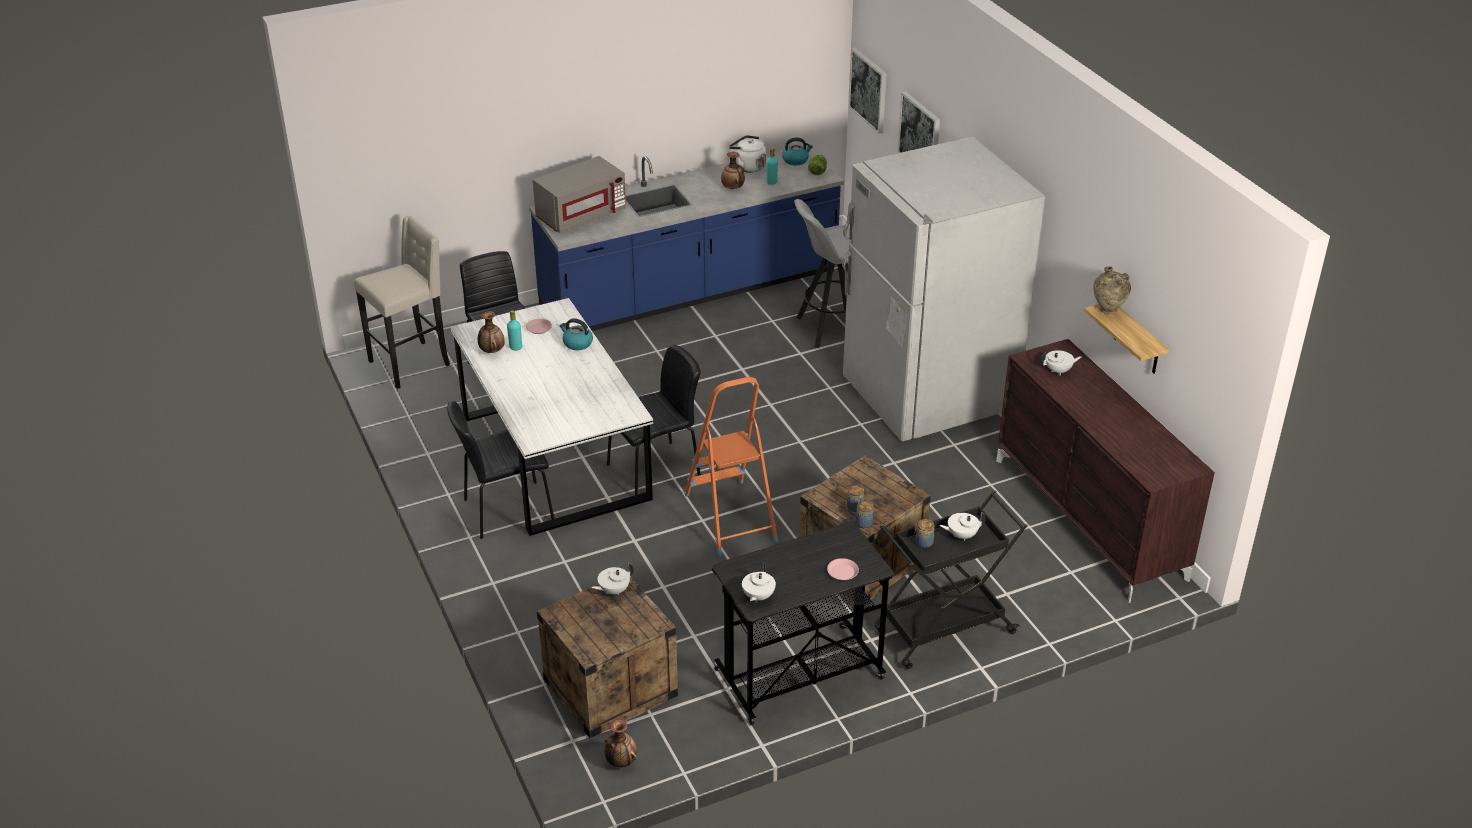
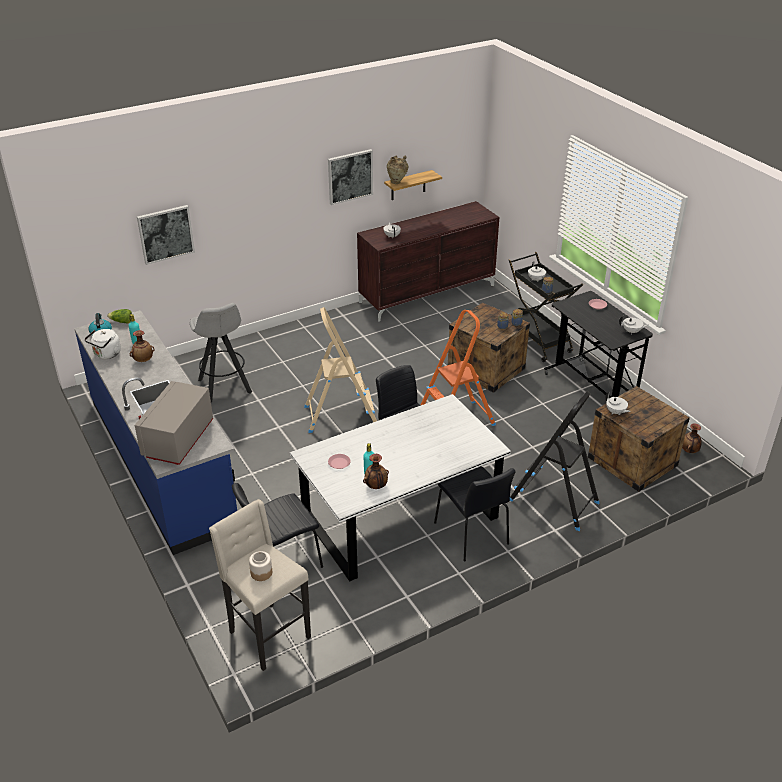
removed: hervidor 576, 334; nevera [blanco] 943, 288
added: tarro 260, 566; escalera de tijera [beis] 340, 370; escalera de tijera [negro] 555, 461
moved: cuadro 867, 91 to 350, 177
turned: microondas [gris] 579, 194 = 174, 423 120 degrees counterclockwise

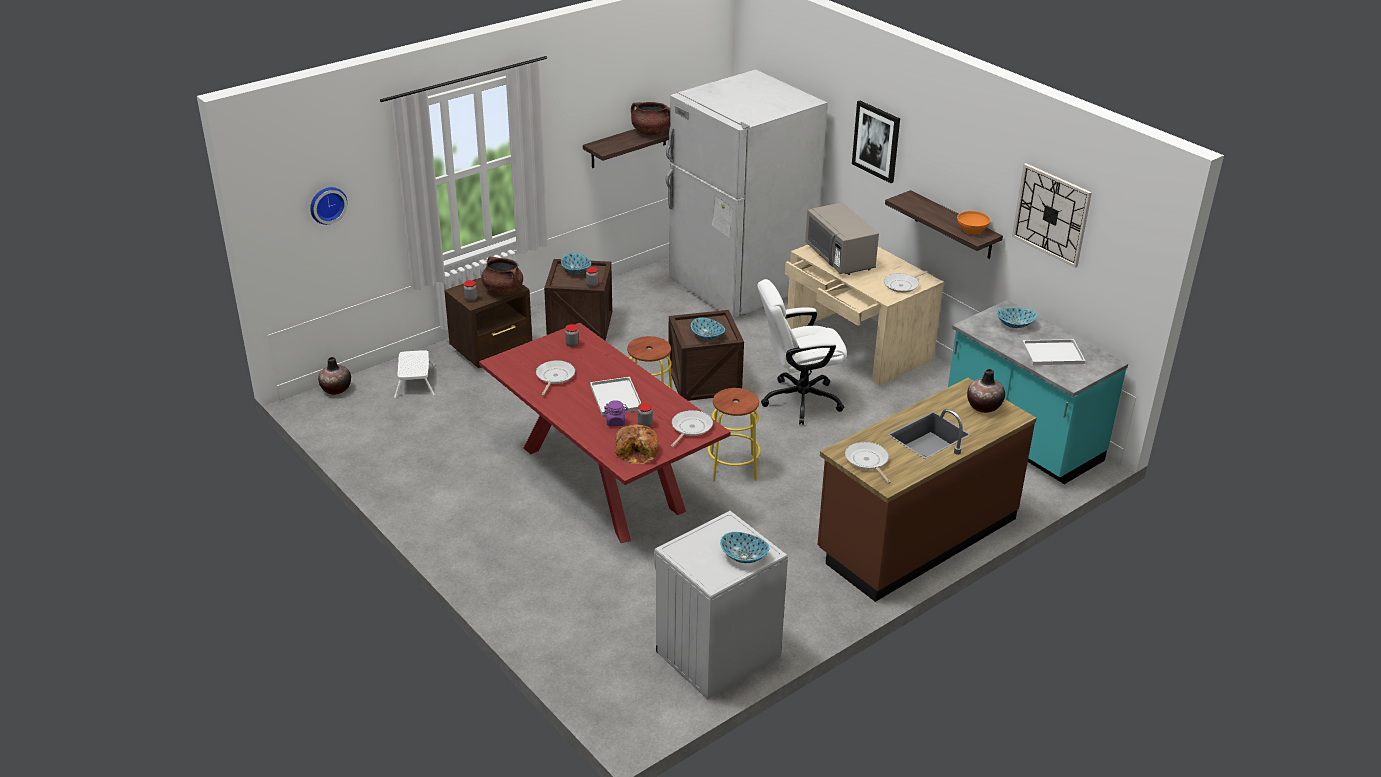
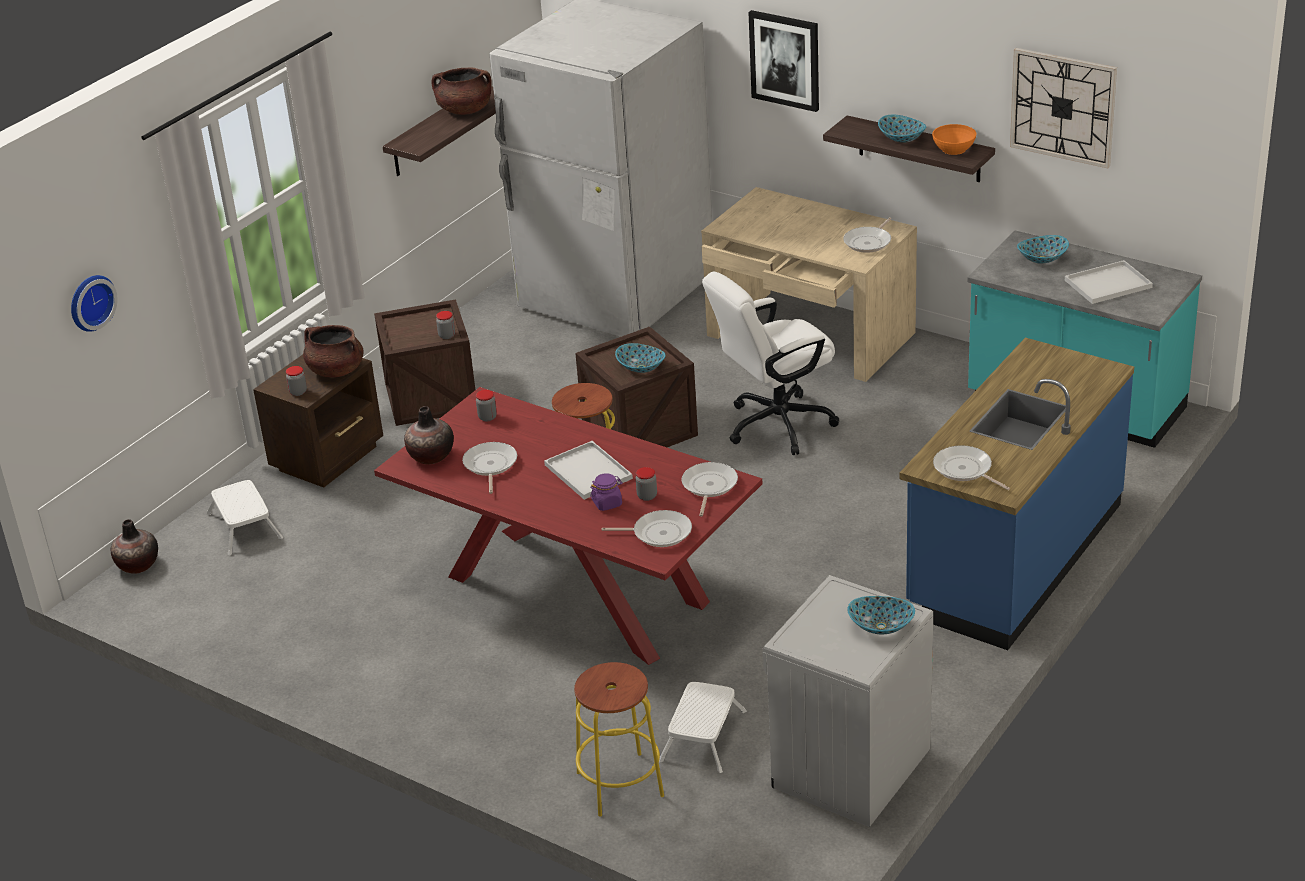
removed: microondas [gris] 842, 239
added: escalera de tijera [blanco] 703, 727
moved: florero 986, 391 to 429, 435; taburete [amarillo] 734, 434 to 619, 739; cuenco 576, 263 to 902, 129
replaced: pan 636, 444 to sartén 647, 528
recoloured: mueble bajo de cocina [marrón] 927, 490 to mueble bajo de cocina [azul] 1016, 494

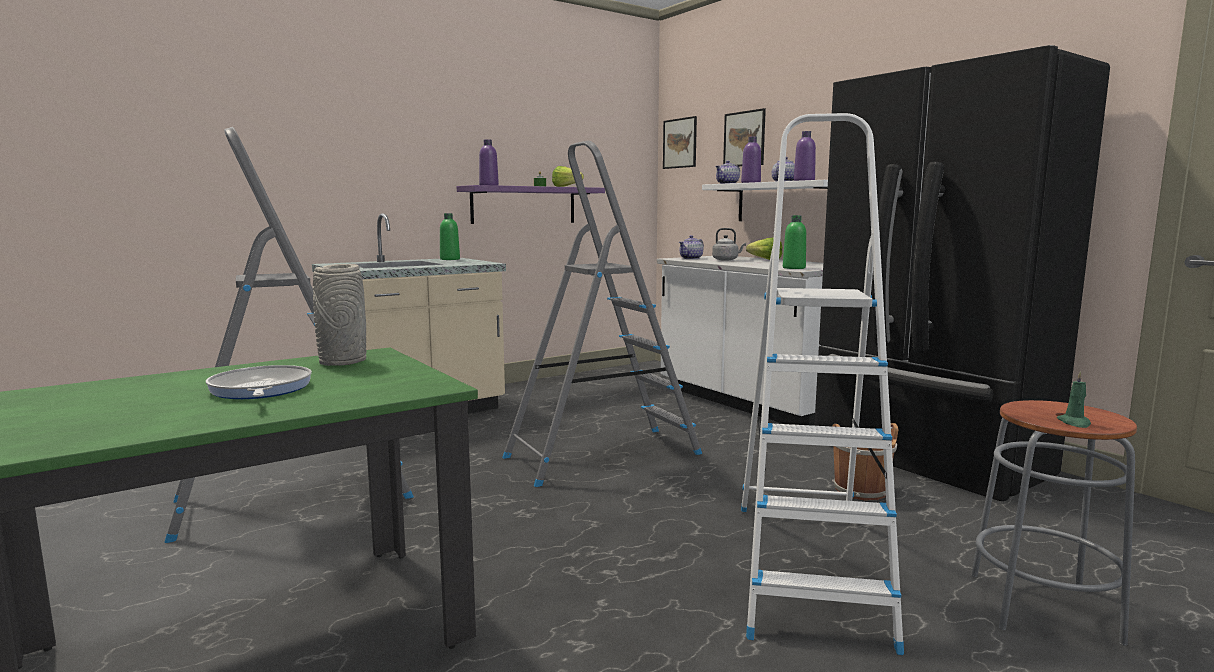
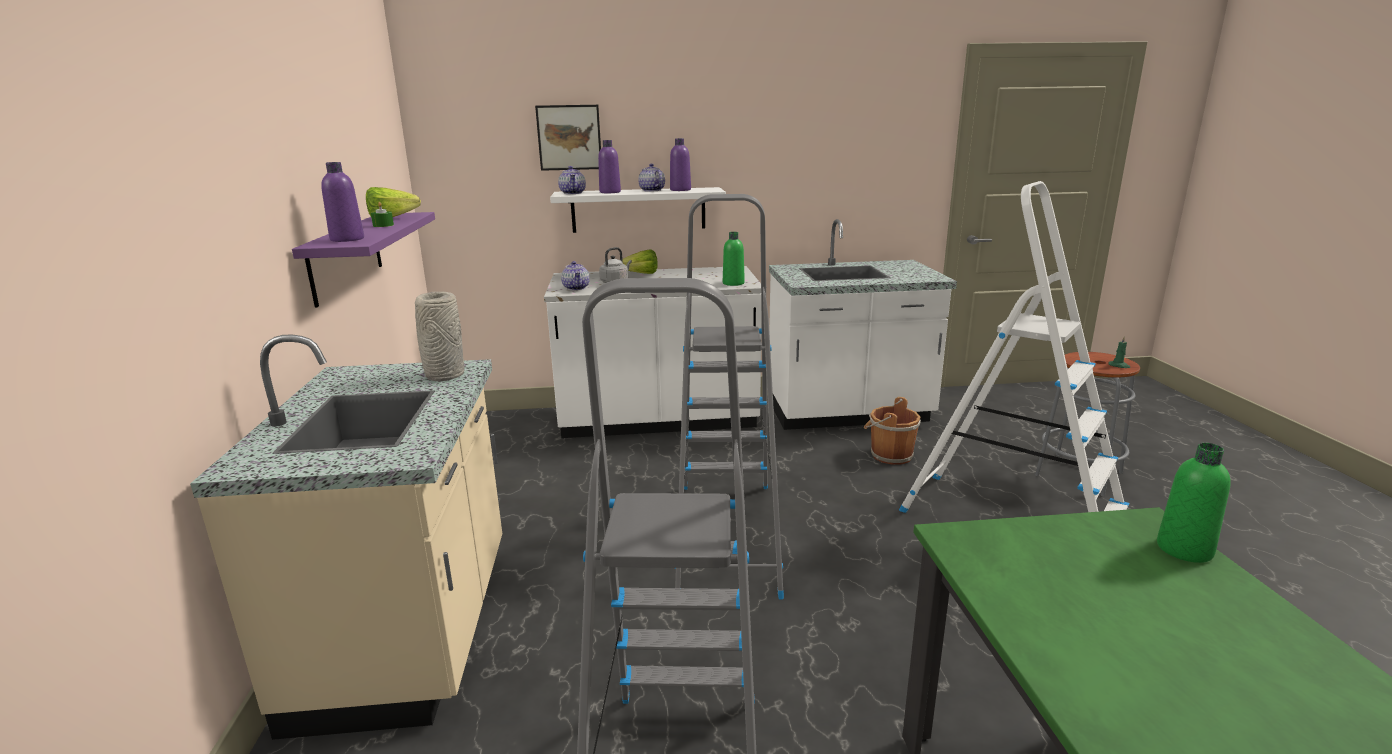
removed: sartén 259, 382; cuadro 680, 142
moved: florero [gris] 339, 315 to 439, 336; botella [verde] 450, 236 to 1193, 503
replaced: nevera [negro] 962, 273 to mueble bajo de cocina [blanco] 863, 324

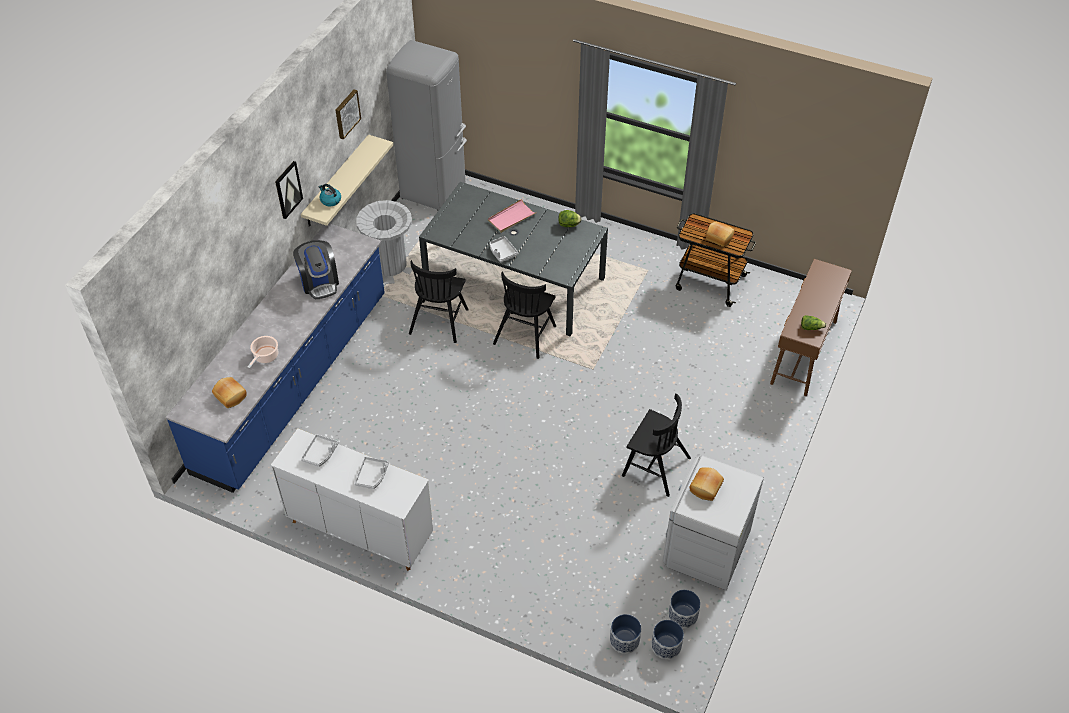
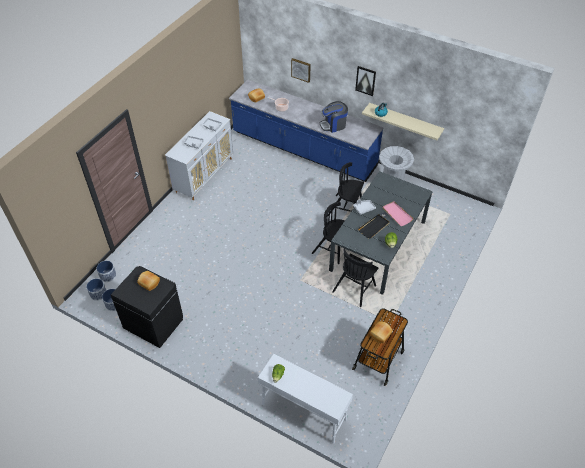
removed: nevera [gris] 426, 125
added: bandeja [negro] 374, 226
moved: cuadro 348, 114 to 301, 70; silla [negro] 656, 445 to 355, 277
recoloured: lavadora [blanco] 713, 523 to lavadora [negro] 147, 307; mesa consola [marrón] 811, 327 to mesa consola [blanco] 305, 399

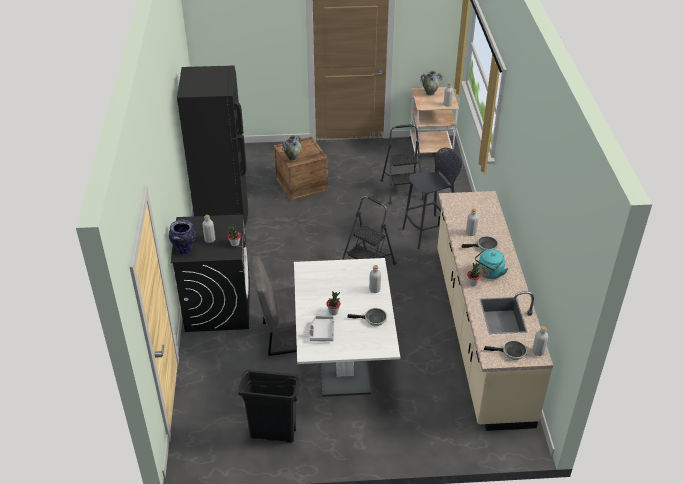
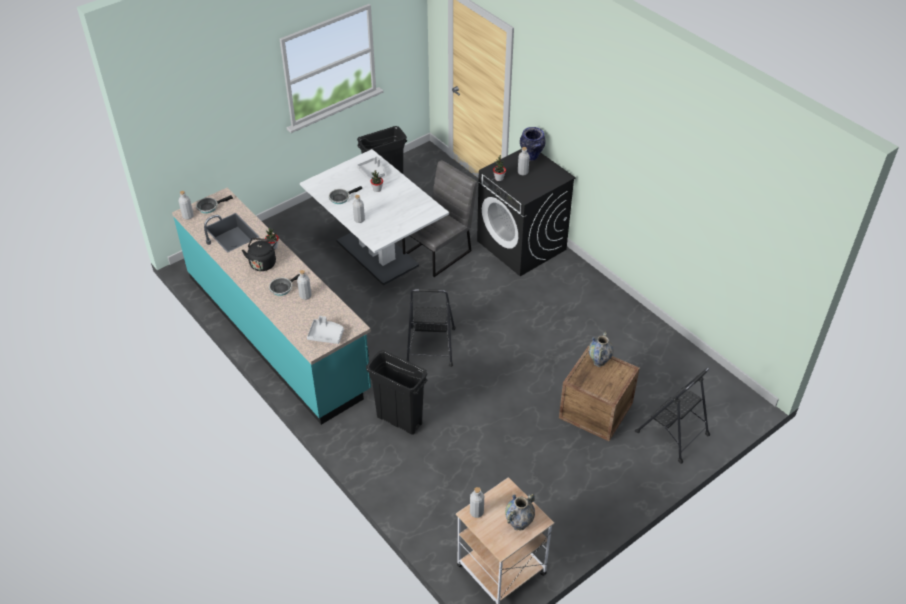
removed: nevera [negro] 212, 145
added: bandeja [gris] 325, 330
moved: escalera de tijera [negro] 402, 165 to 672, 415
replaced: taburete [gris] 432, 198 to papelera [negro] 397, 392
recoloured: mueble bajo de cocina [beis] 495, 311 to mueble bajo de cocina [turquesa] 271, 306; hervidor [turquesa] 491, 264 to hervidor [negro] 259, 254

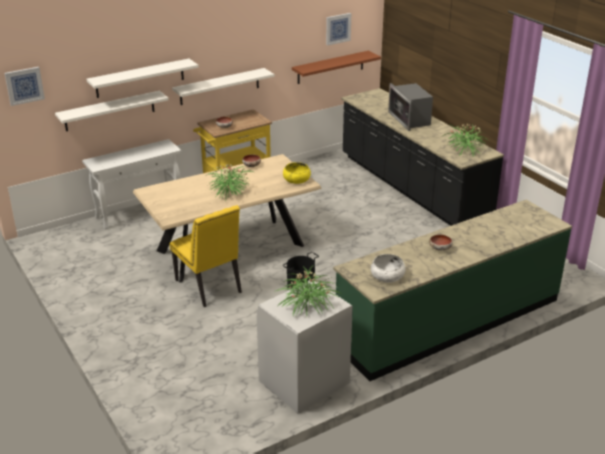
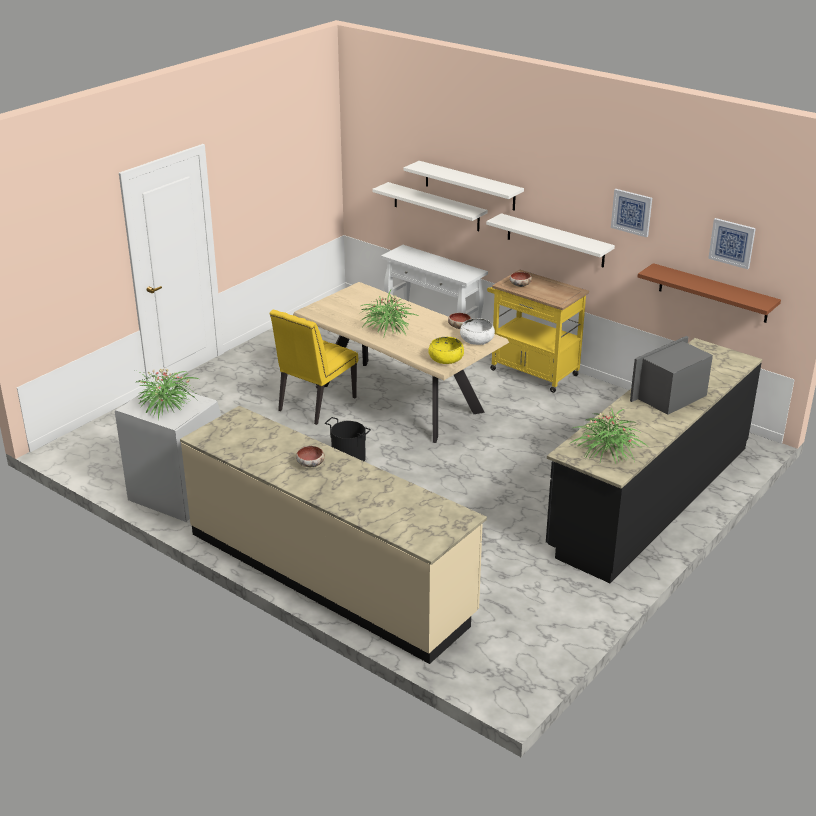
moved: cuenco [blanco] 388, 268 to 477, 331; cuadro 25, 86 to 631, 213
recoloured: mueble bajo de cocina [verde] 452, 290 to mueble bajo de cocina [beis] 333, 535

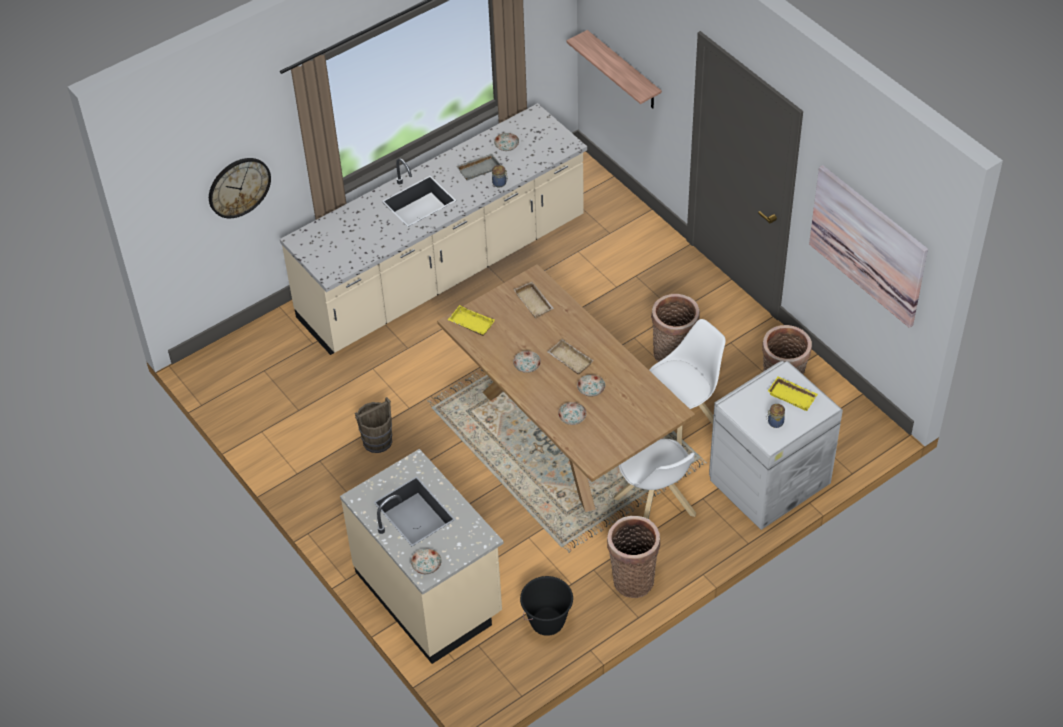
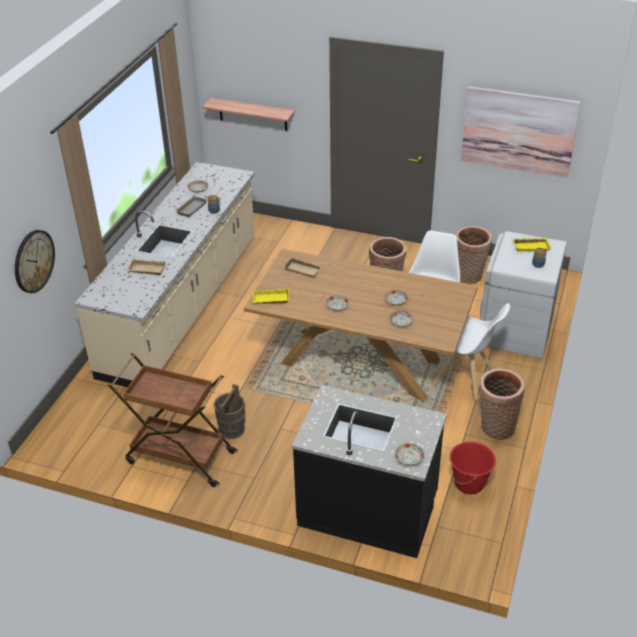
added: carrito [marrón] 172, 420
moved: bandeja [beis] 570, 356 to 146, 267
recoloured: mueble bajo de cocina [beis] 422, 556 to mueble bajo de cocina [negro] 369, 471; cubo [negro] 546, 606 to cubo [rojo] 472, 467

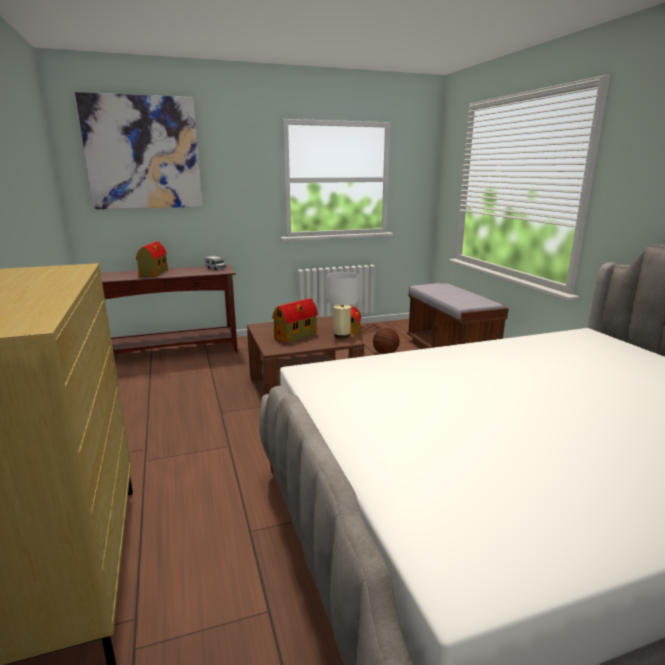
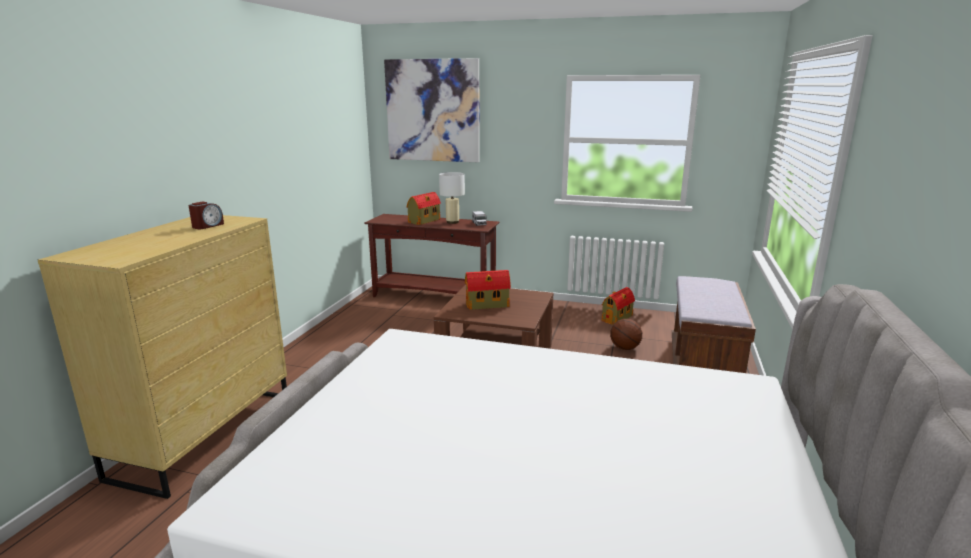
added: despertador 206, 215
moved: lámpara de mesa [blanco] 342, 305 to 452, 198

